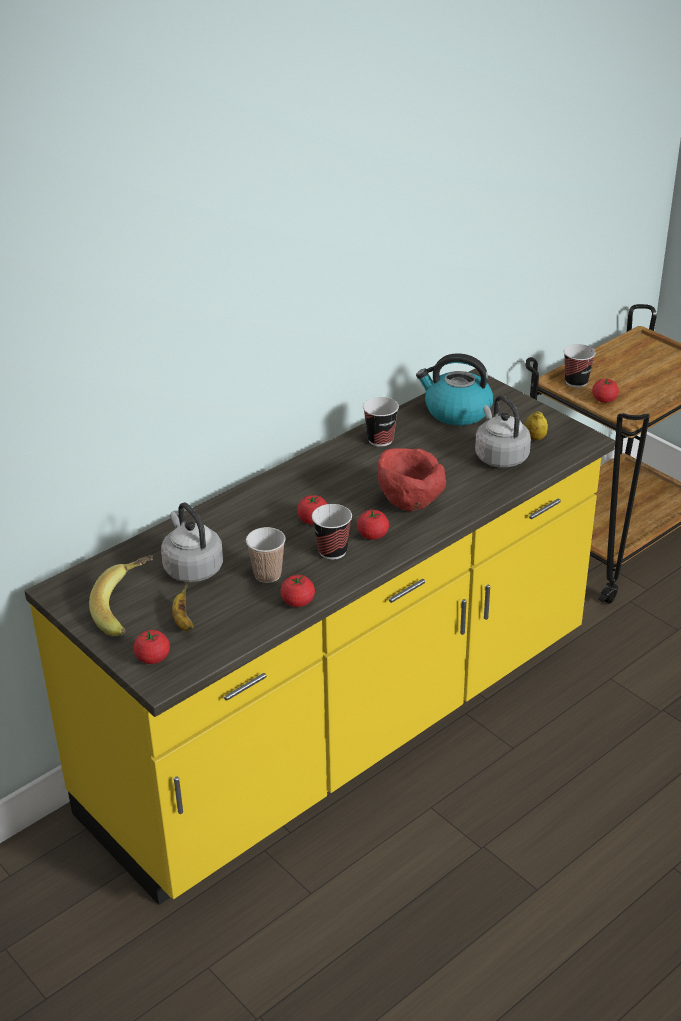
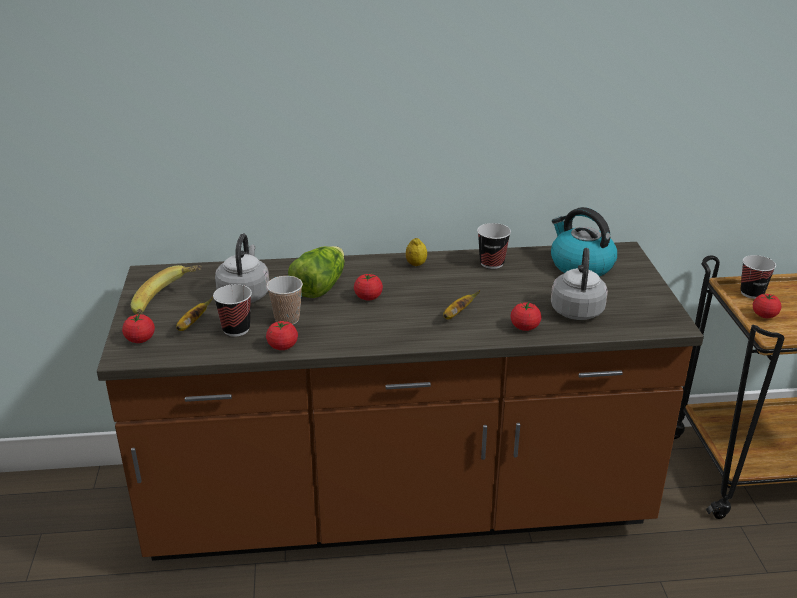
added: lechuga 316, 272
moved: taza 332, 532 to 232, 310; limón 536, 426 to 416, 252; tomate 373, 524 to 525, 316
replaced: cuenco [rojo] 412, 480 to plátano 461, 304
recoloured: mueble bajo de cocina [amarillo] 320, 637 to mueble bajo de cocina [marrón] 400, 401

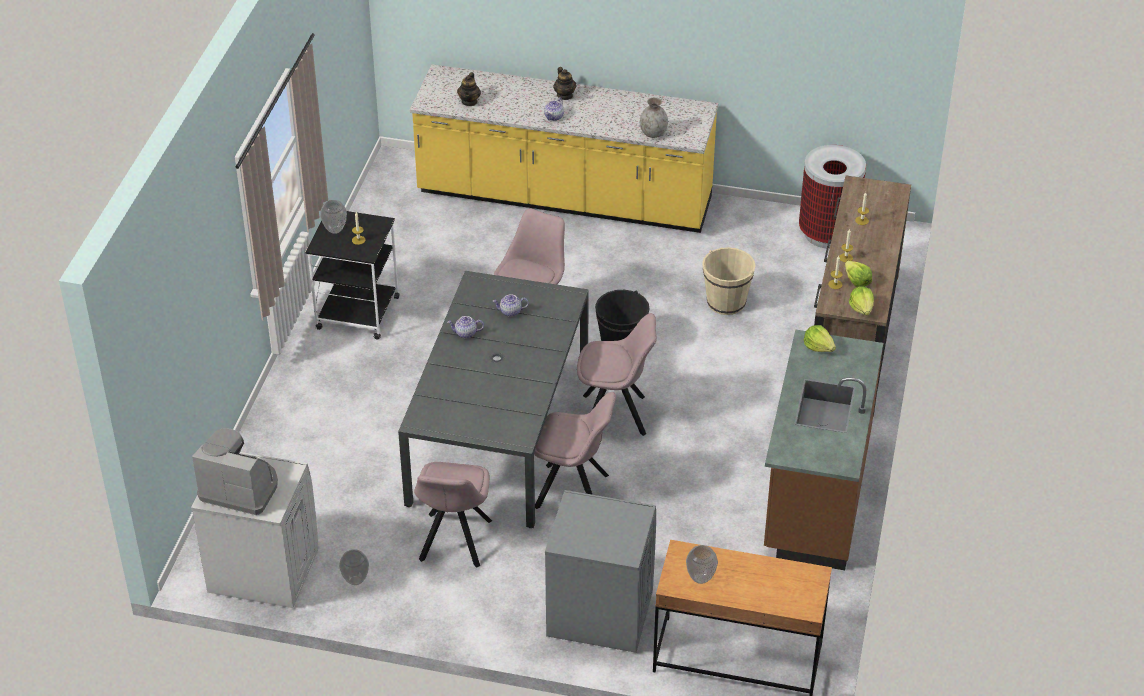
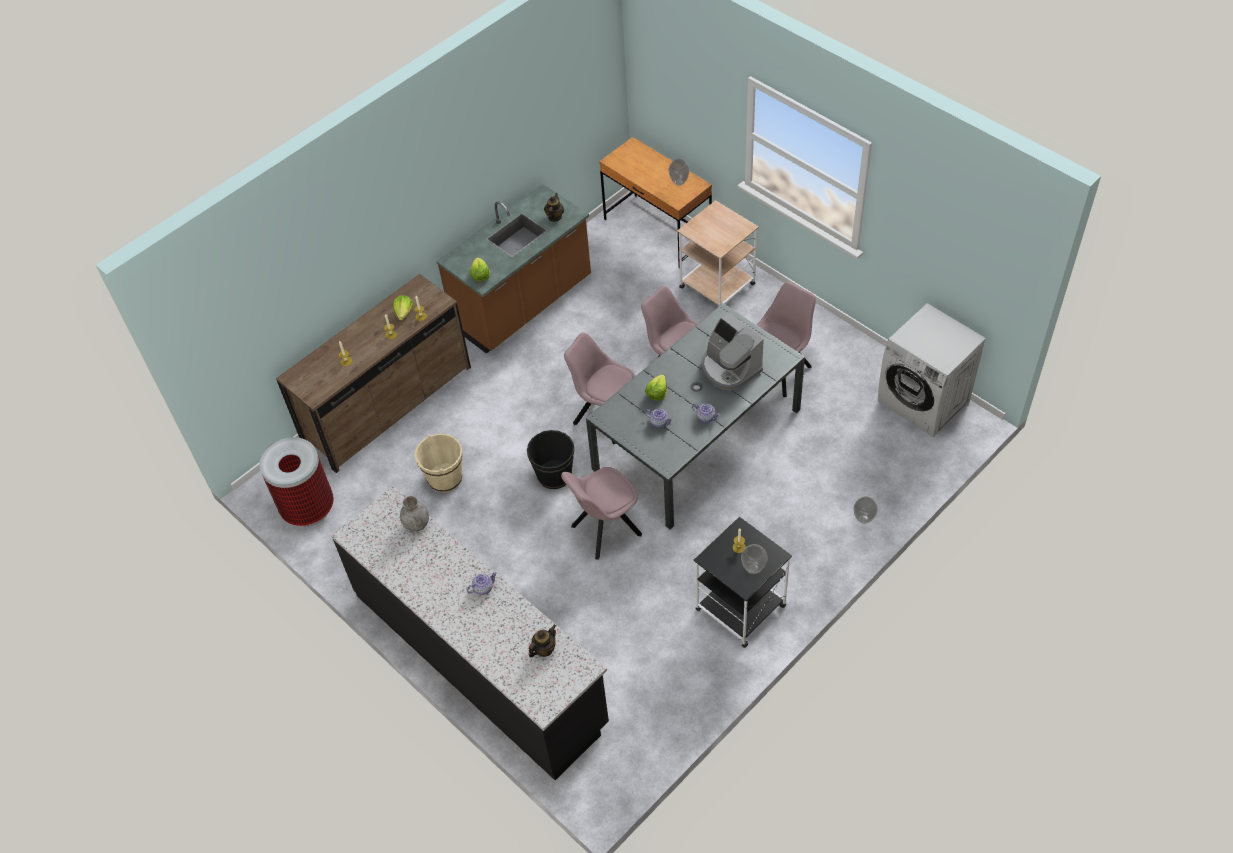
moved: tetera 564, 83 to 554, 207; lechuga 861, 300 to 656, 387; cafetera 235, 471 to 732, 352; florero 354, 567 to 866, 510
replaced: lavadora [gris] 600, 571 to carrito [beis] 718, 253
recoloured: mueble bajo de cocina [amarillo] 564, 148 to mueble bajo de cocina [negro] 470, 633

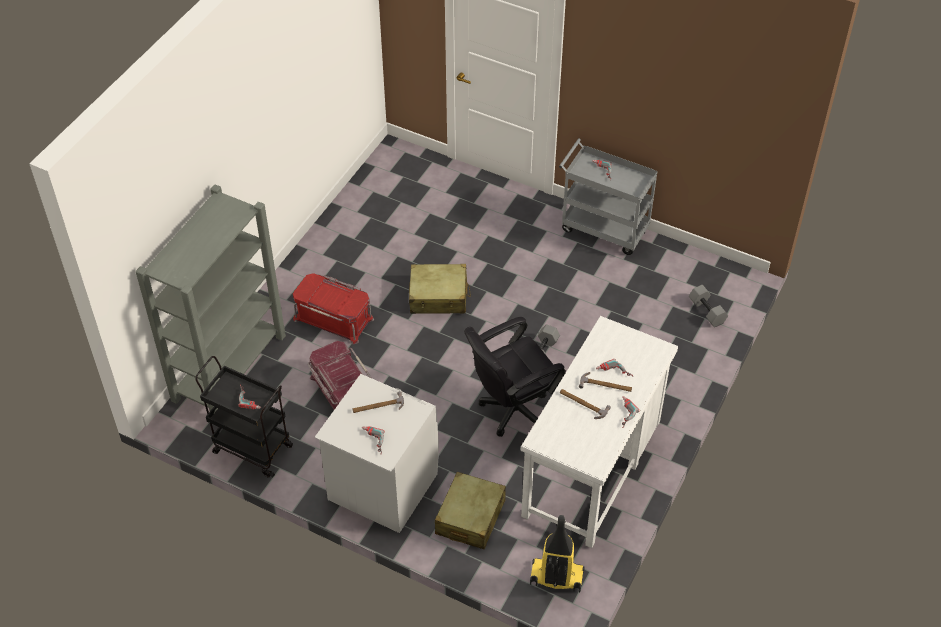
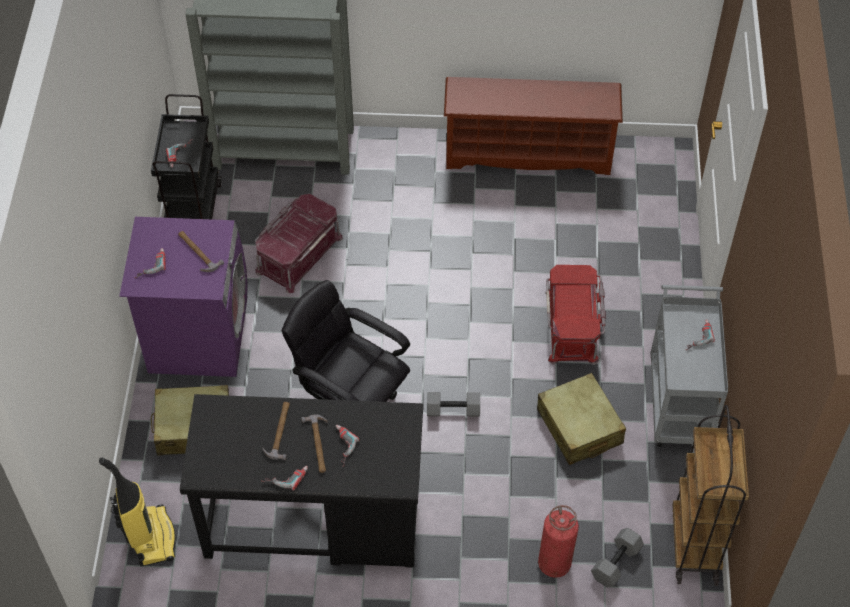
added: zapatero [marrón] 533, 126; extintor 558, 541; carrito [marrón] 710, 495
moved: maleta [beis] 440, 289 to 581, 419; caja de almacenaje [rojo] 333, 308 to 575, 315
recoloured: lavadora [blanco] 377, 453 to lavadora [morado] 183, 297; escritorio [blanco] 599, 432 to escritorio [negro] 301, 481

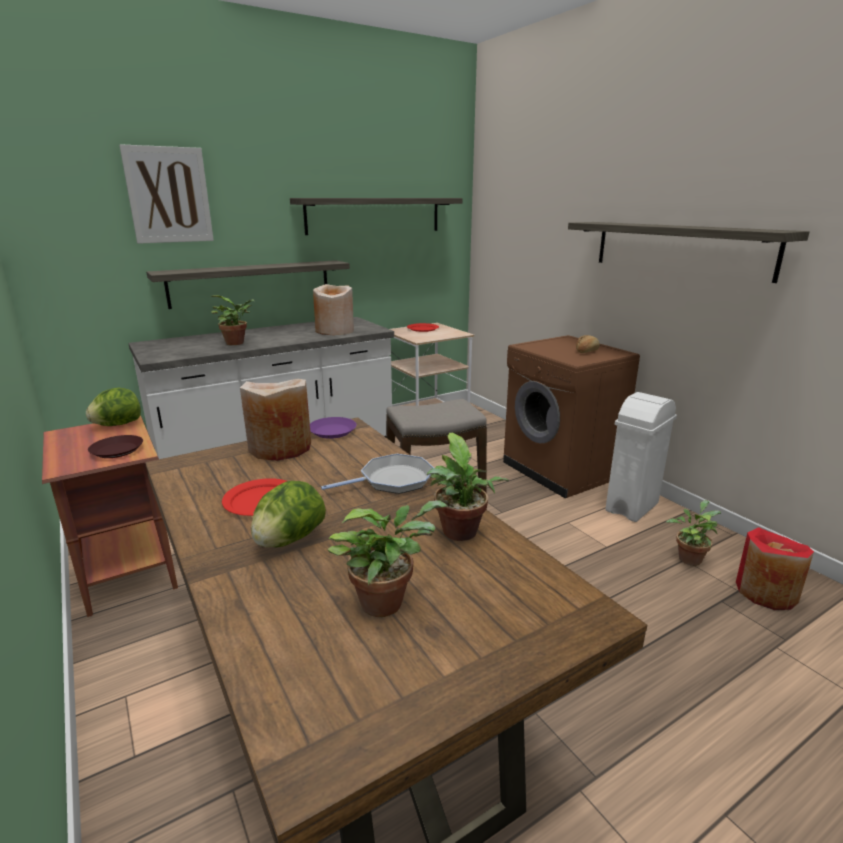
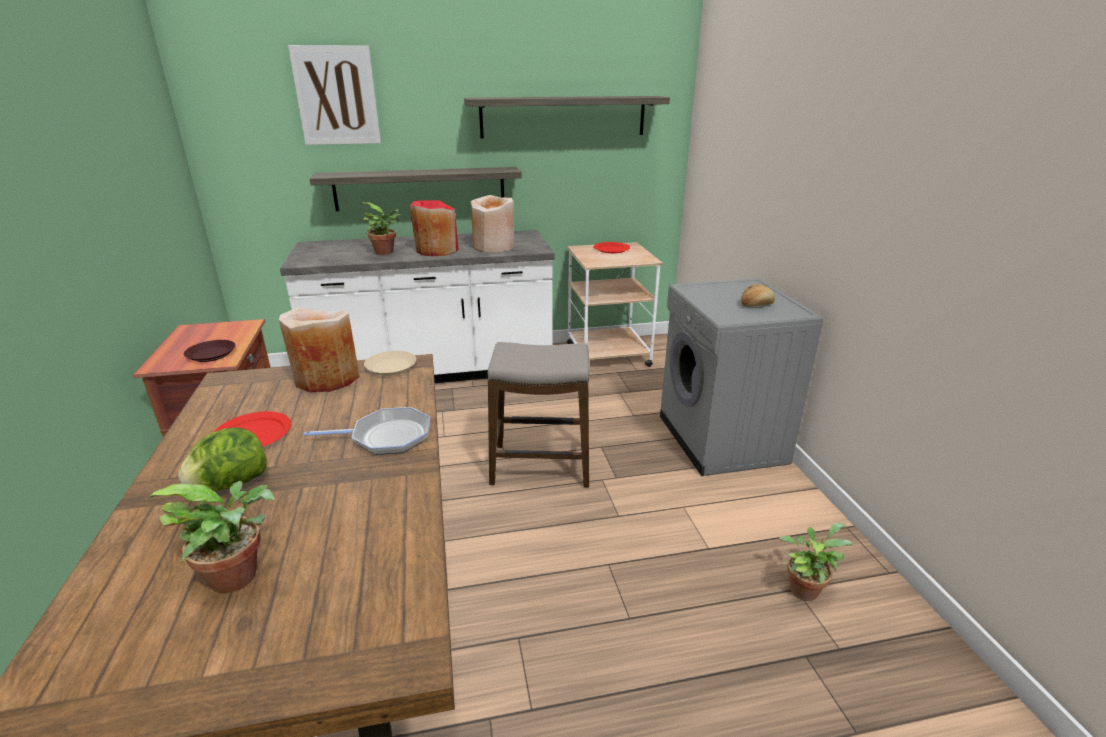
removed: lechuga 113, 407; planta en maceta 468, 487; estante 689, 252; papelera [blanco] 641, 457
moved: florero [rojo] 775, 568 to 434, 228
recoloured: plato [morado] 333, 428 to plato [beis] 390, 363; lavadora [marrón] 571, 416 to lavadora [gris] 741, 377

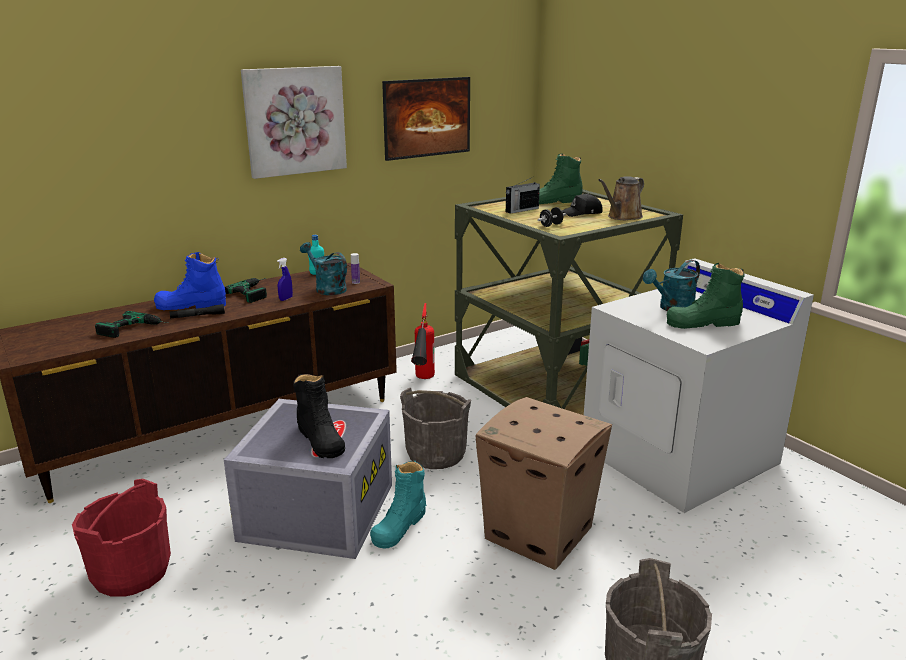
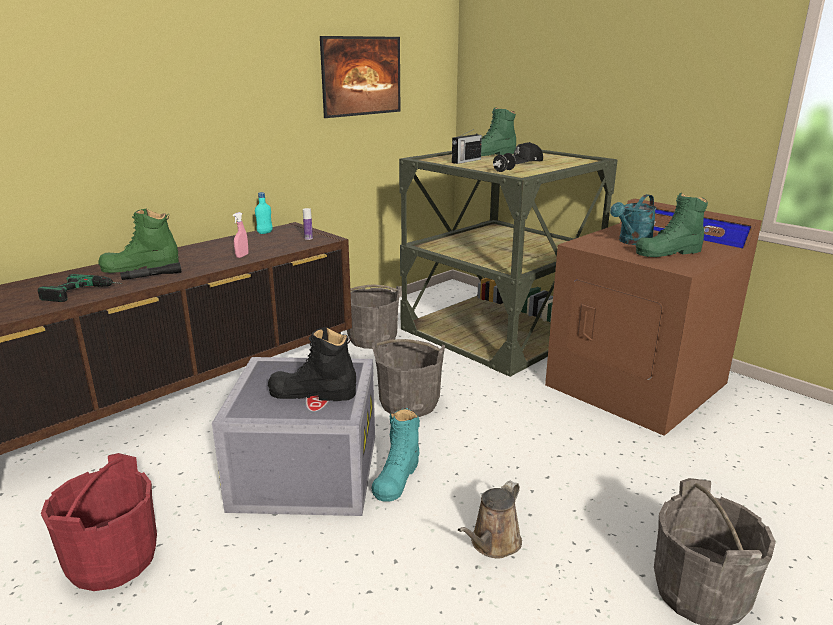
removed: taladro 246, 290; cuadro 294, 122; regadera [turquesa] 323, 268; caja de cartón 543, 483
moved: regadera [marrón] 621, 198 to 490, 520
replaced: extintor 423, 341 to cubo [gris] 373, 317
recoloured: bota [azul] 190, 281 to bota [verde] 139, 241; pulverizador [azul] 285, 279 to pulverizador [rosa] 240, 235; lavadora [blanco] 699, 385 to lavadora [marrón] 653, 317
turned: bota [negro] 319, 416 = 312, 364 135 degrees clockwise

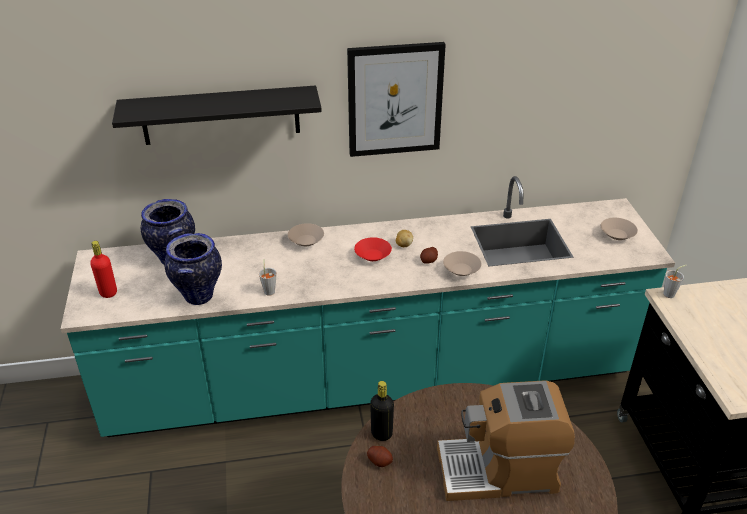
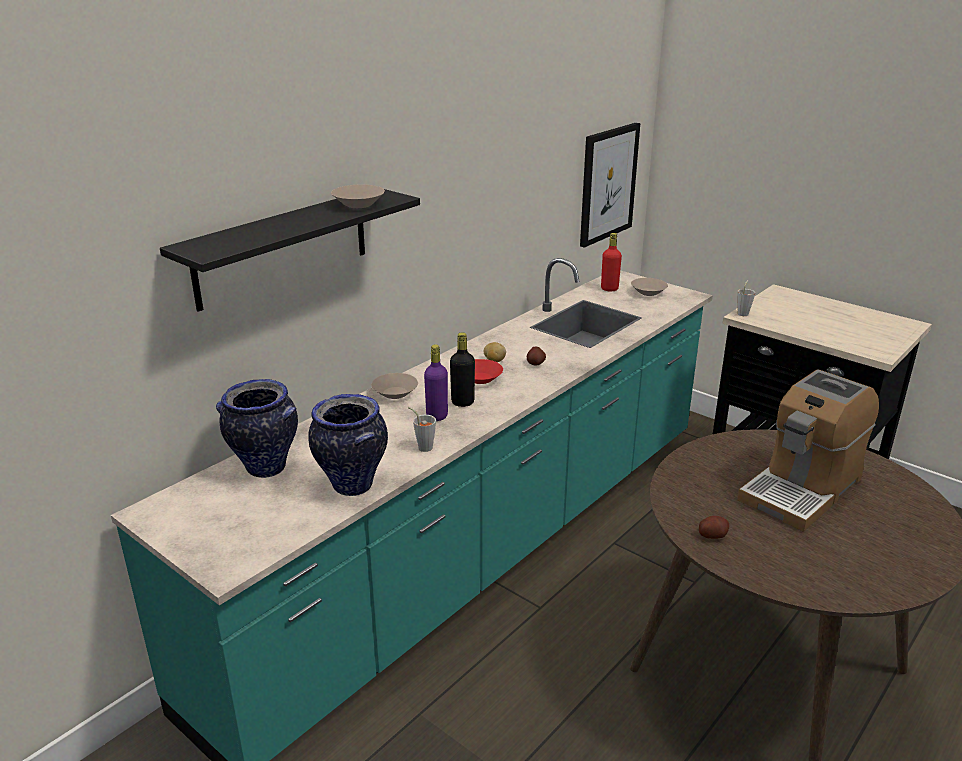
added: botella [morado] 436, 382
moved: cuenco [beis] 462, 263 to 358, 196; botella [negro] 382, 411 to 462, 369; cuadro 396, 99 to 610, 185; botella [rojo] 103, 269 to 611, 262

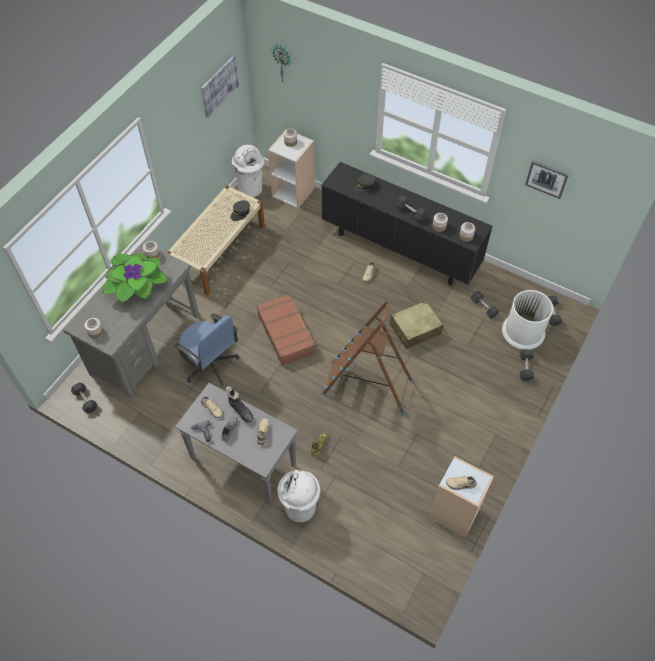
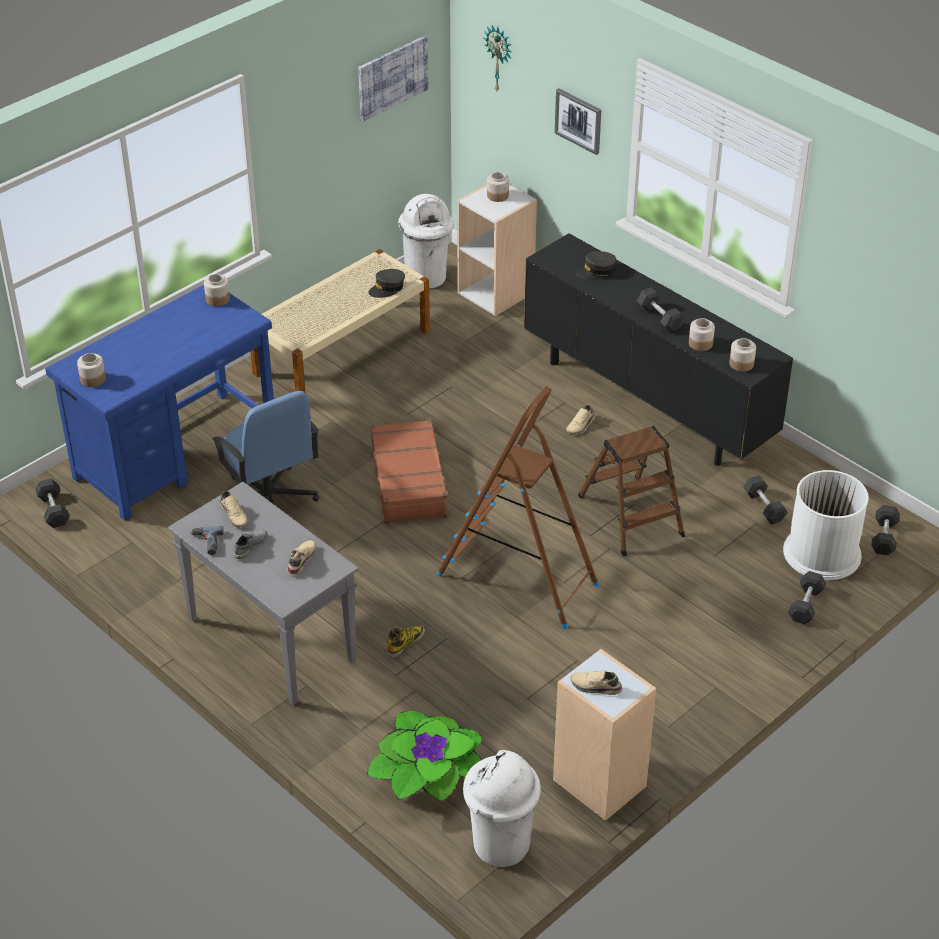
removed: bota [negro] 240, 404
moved: planta en maceta 135, 278 to 424, 755; papelera [blanco] 298, 496 to 502, 808; cuadro 547, 179 to 578, 121
replaced: maleta [beis] 416, 325 to escalera de tijera [marrón] 631, 491
recoloured: escritorio [gris] 131, 320 to escritorio [azul] 159, 403

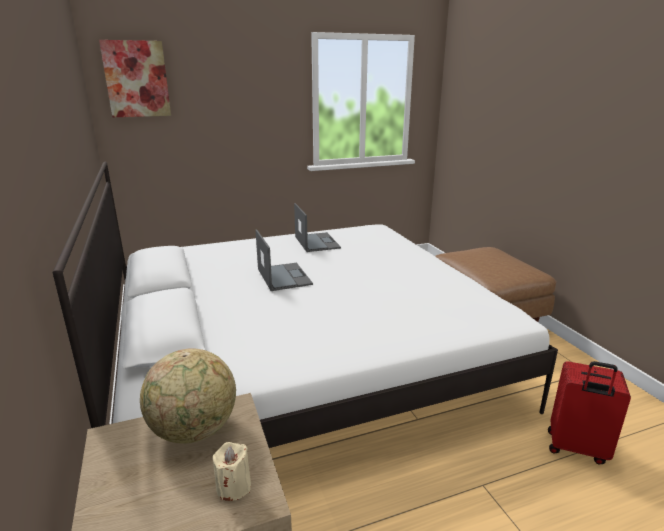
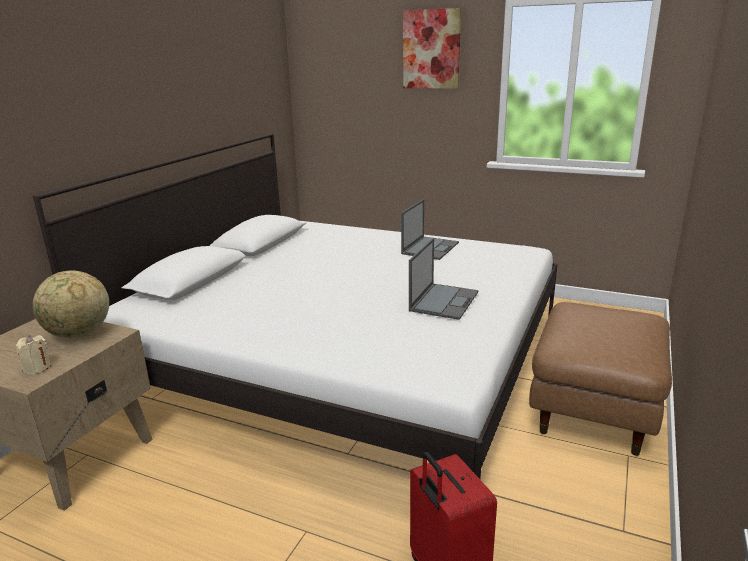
moved: cuadro 135, 78 to 432, 48; portátil 284, 260 to 444, 279

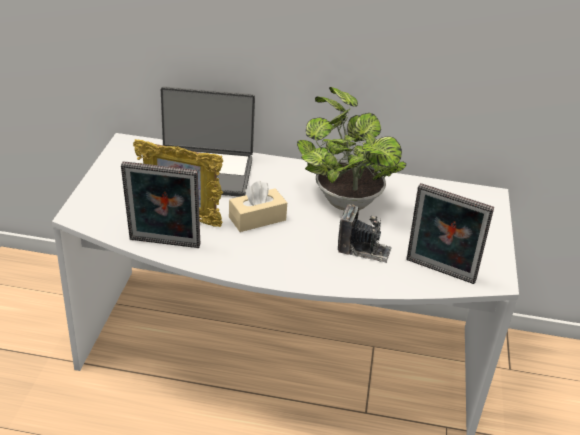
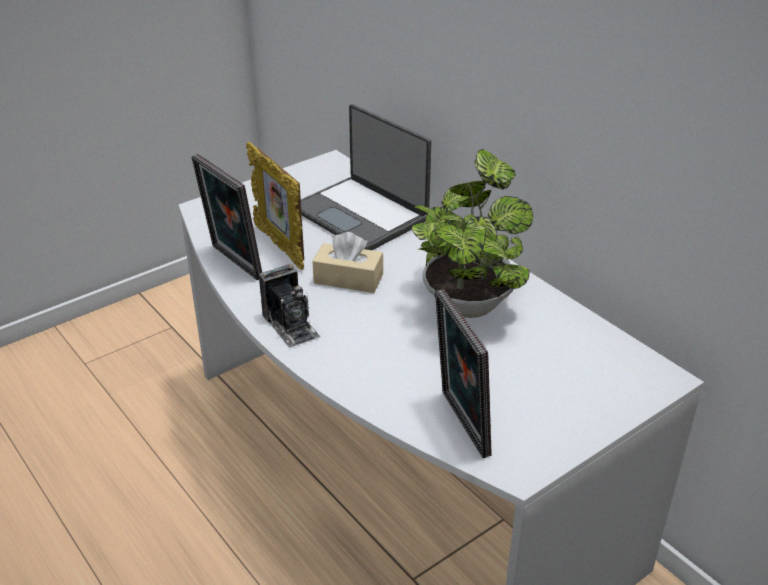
moved: cámara 365, 233 to 289, 306

